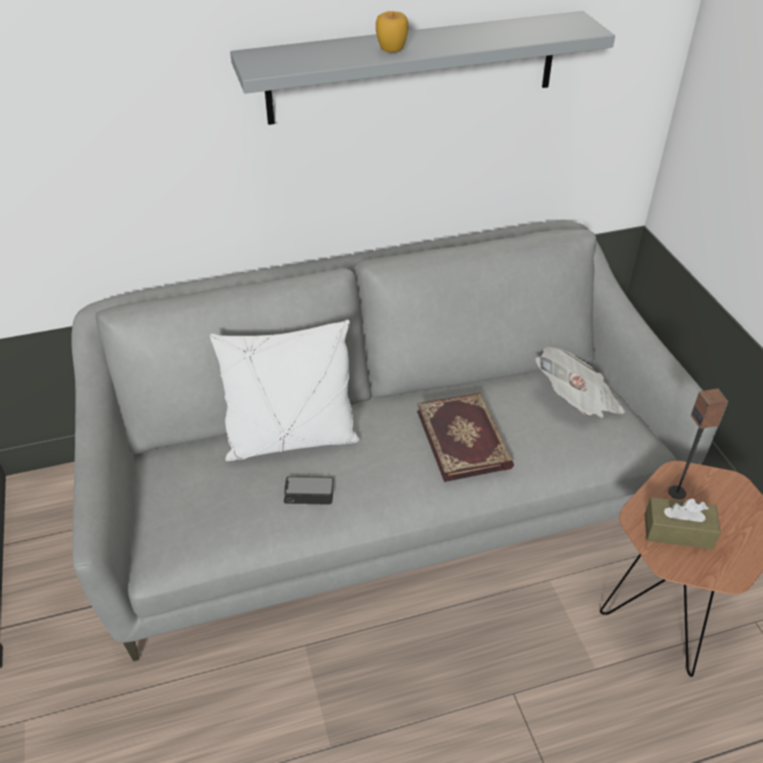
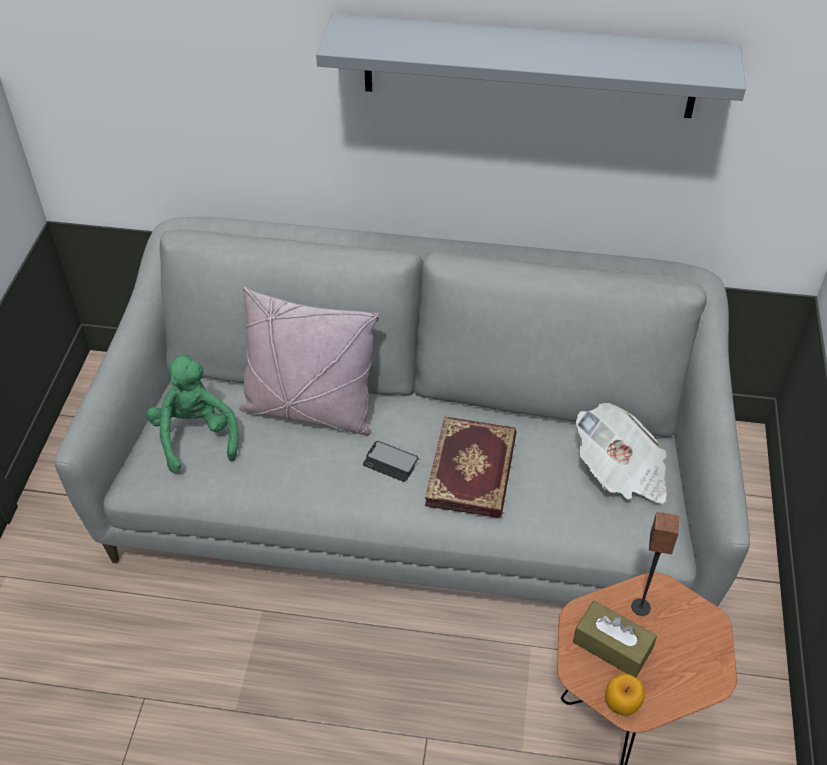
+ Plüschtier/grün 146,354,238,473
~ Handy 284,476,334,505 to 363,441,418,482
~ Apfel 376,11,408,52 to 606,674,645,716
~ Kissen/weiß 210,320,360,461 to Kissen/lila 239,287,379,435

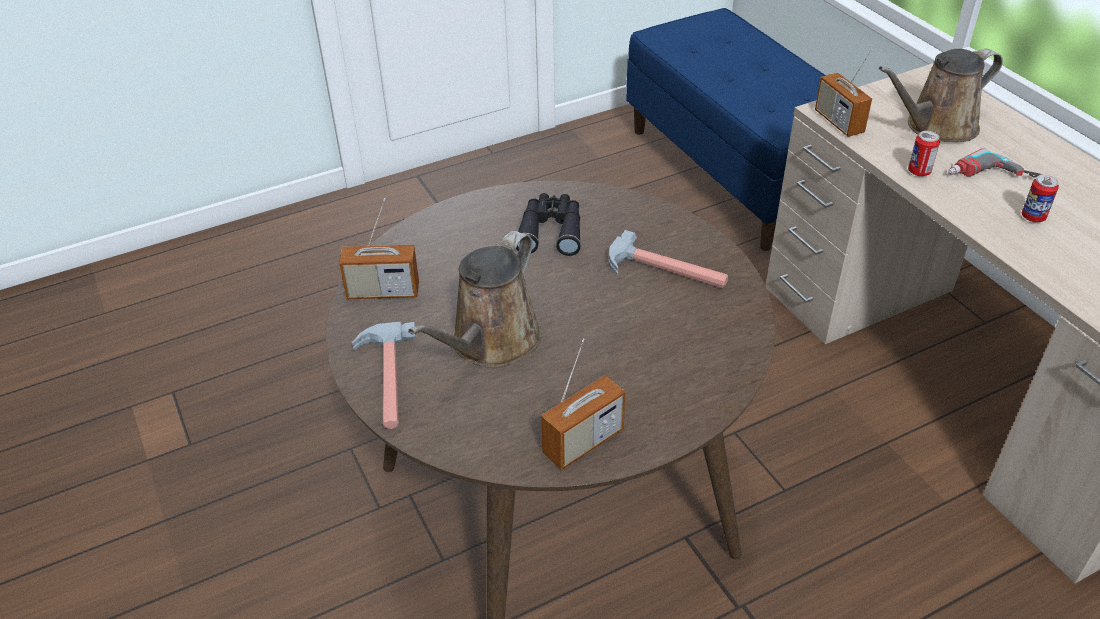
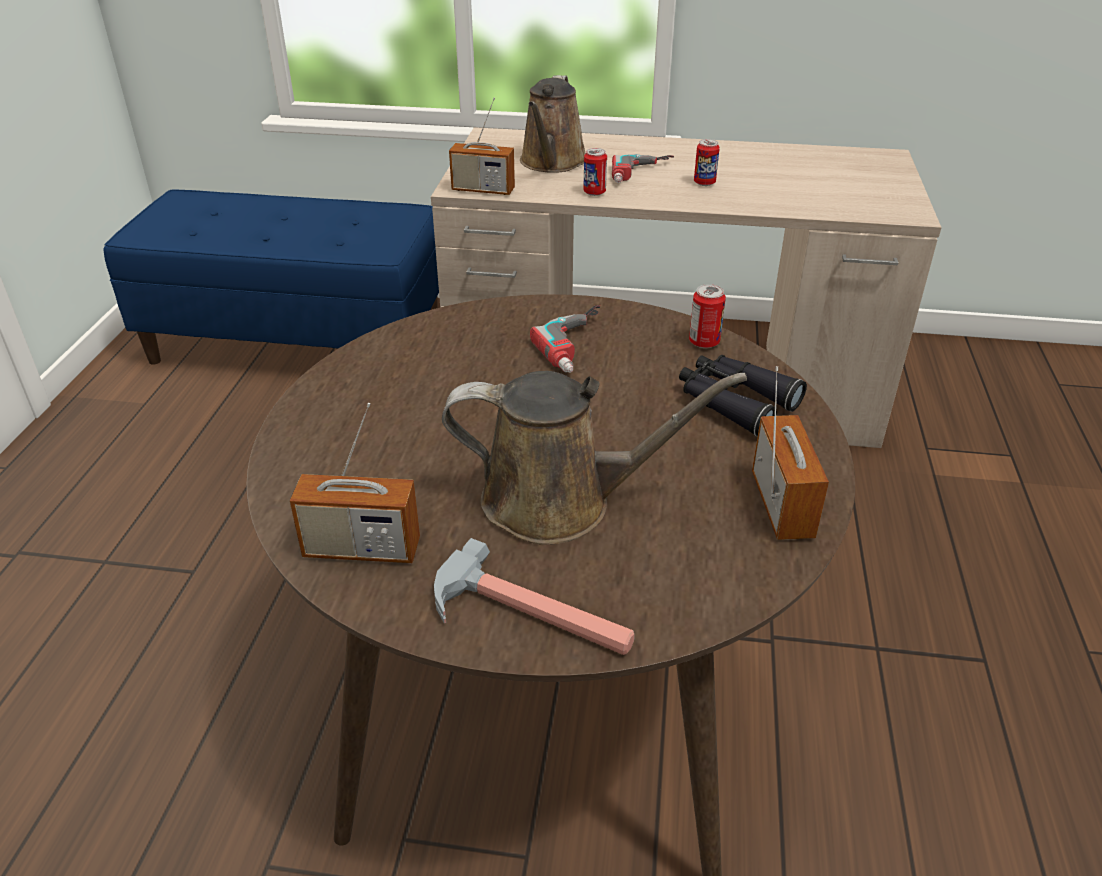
+ Dose 689,284,726,348
~ Fernglas/schwarz 516,193,581,256 to 679,355,807,437
~ Hammer 609,230,728,288 to Bohrmaschine 530,305,600,373
~ Radio 339,198,419,299 = 290,403,420,563 60 degrees clockwise
~ Gießkanne/braun 408,231,542,368 = 442,371,747,545 60 degrees counterclockwise

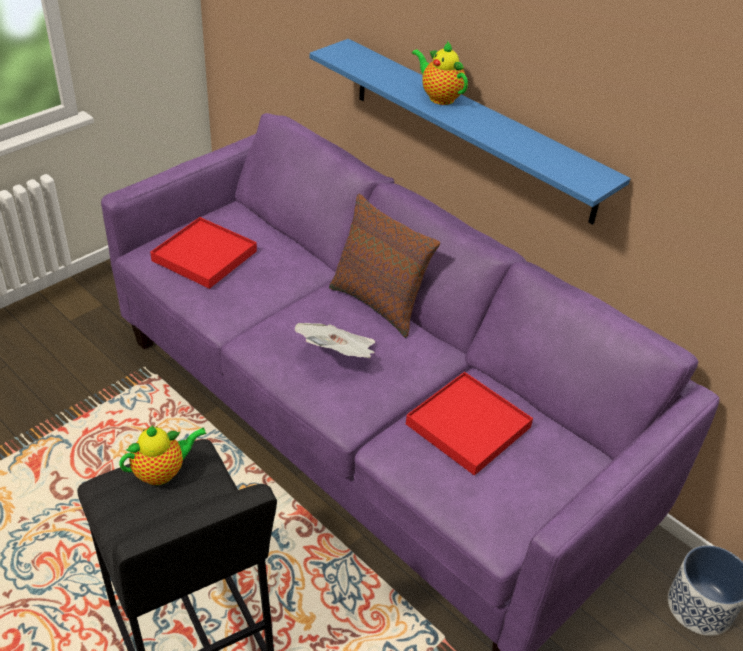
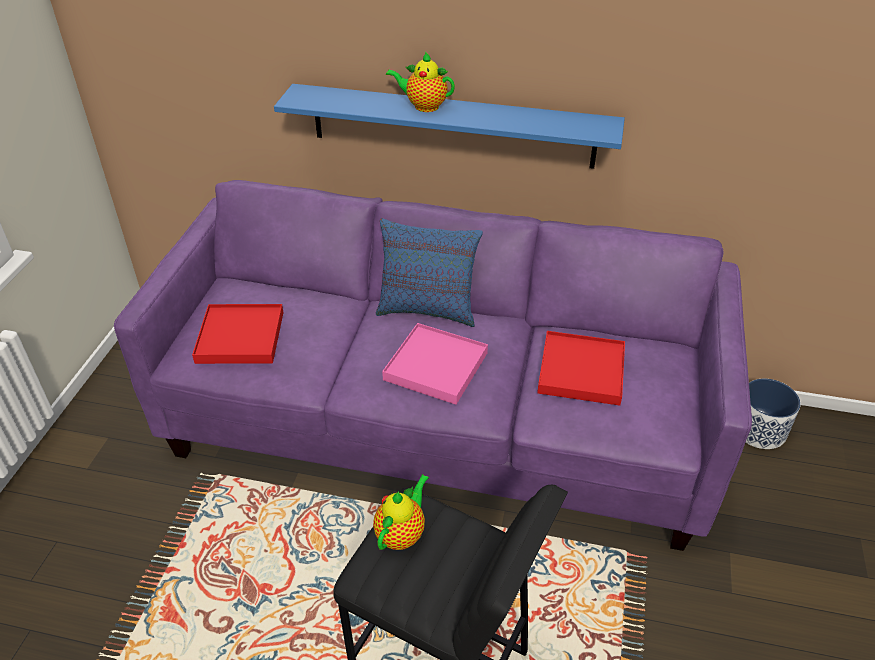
~ Zeitung 295,323,375,358 to Tablett/rosa 382,323,488,405
~ Kissen/braun 329,194,440,338 to Kissen/blau 376,218,483,327

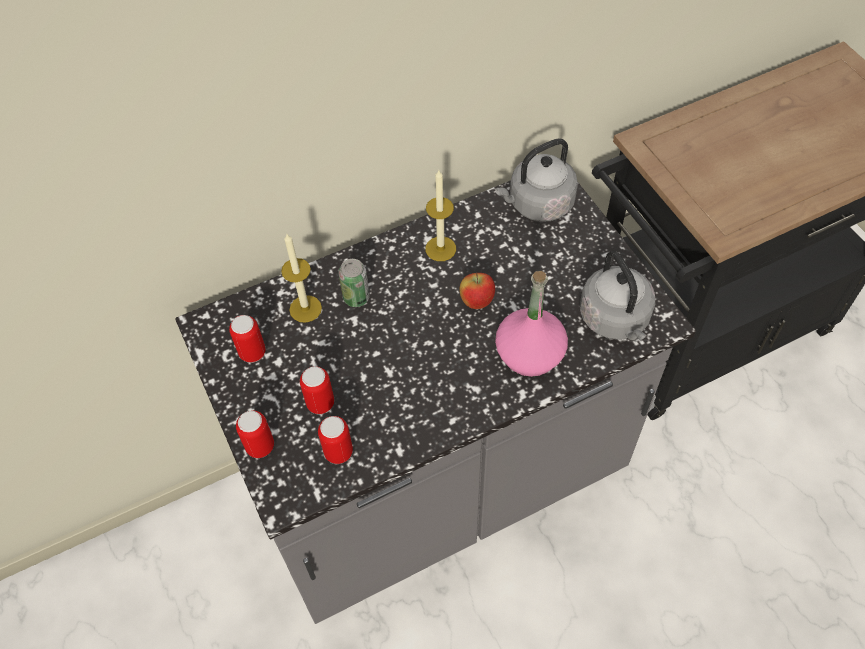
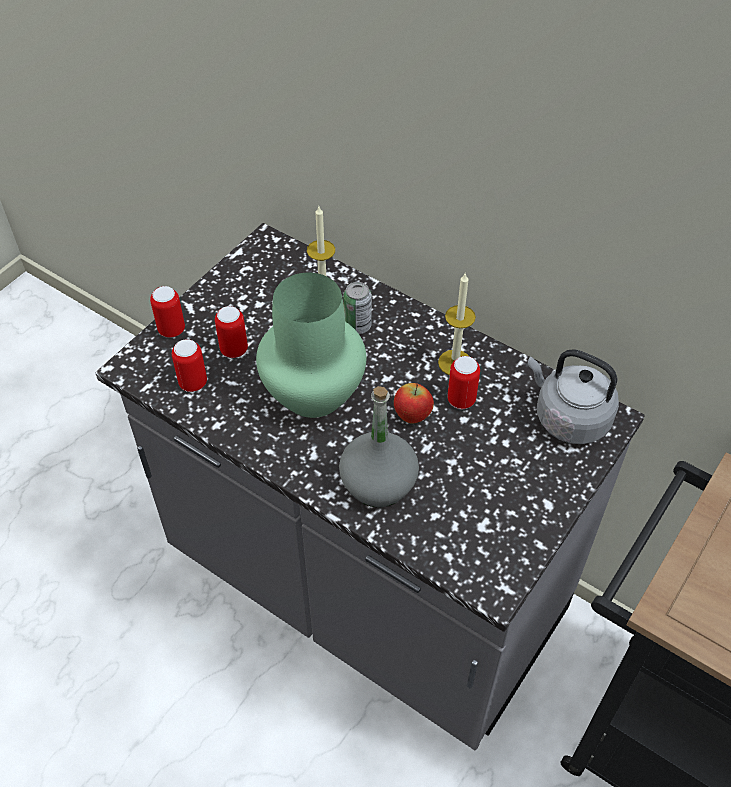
- Wasserkessel/grau 580,251,655,340
+ Vase/grün 256,273,366,418
~ Dose 229,315,266,363 to 447,356,480,409
~ Flasche/rosa 495,271,568,377 to Flasche/grau 339,386,419,508

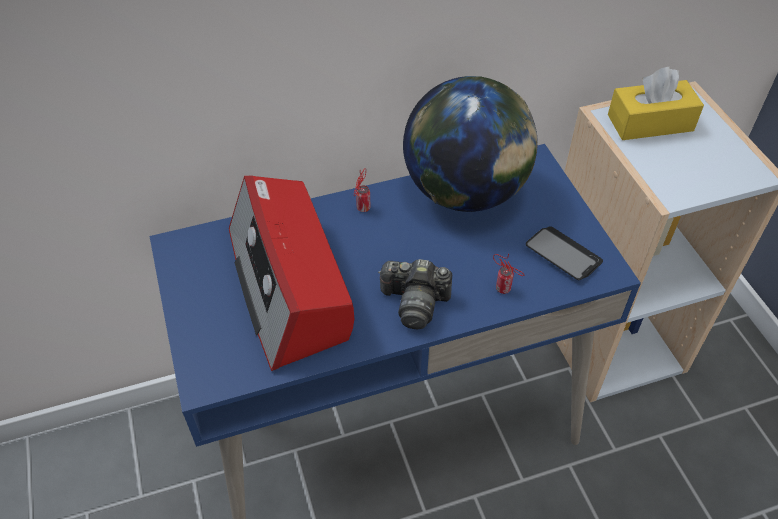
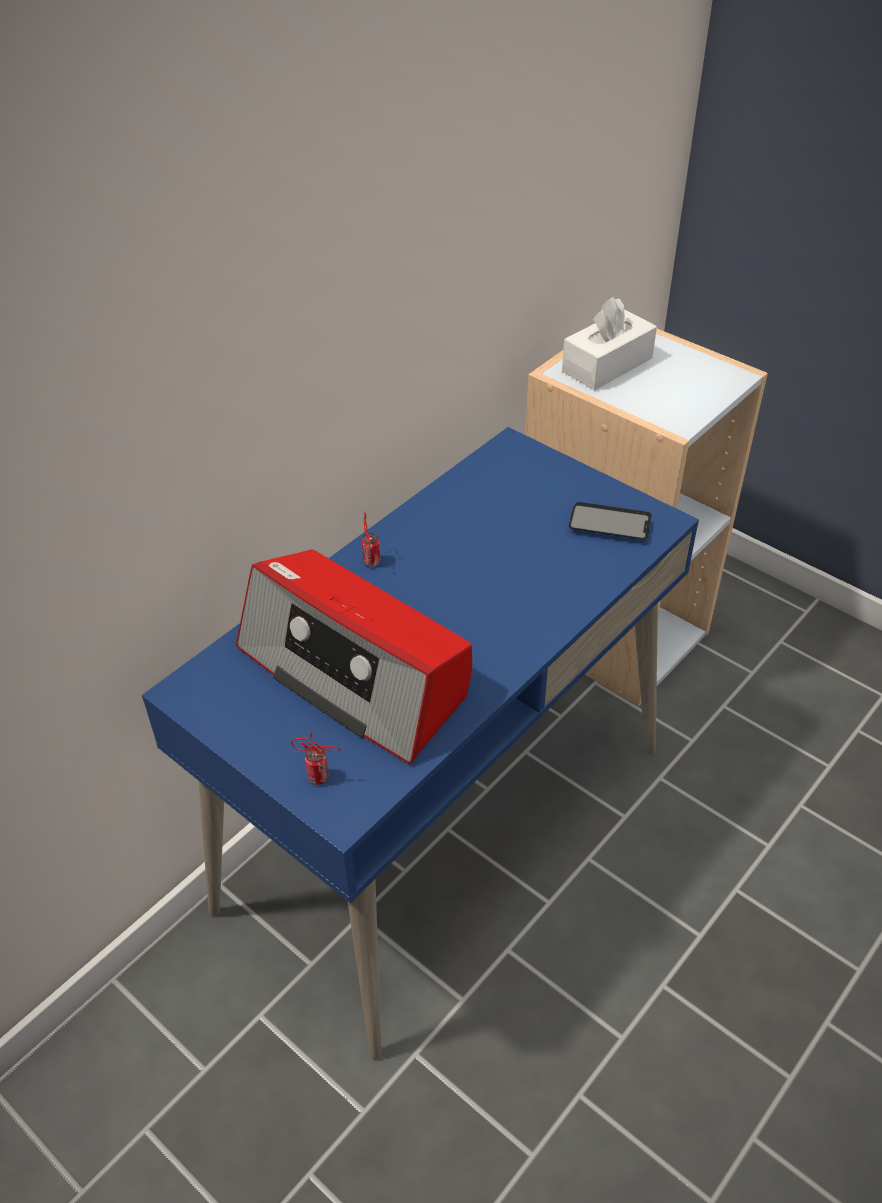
- Kamera 378,259,452,329
- Globus 403,76,538,212
~ Dose 493,254,524,294 to 291,732,340,785
~ Taschentuchbox/gelb 608,67,704,140 to Taschentuchbox/weiß 562,297,657,390

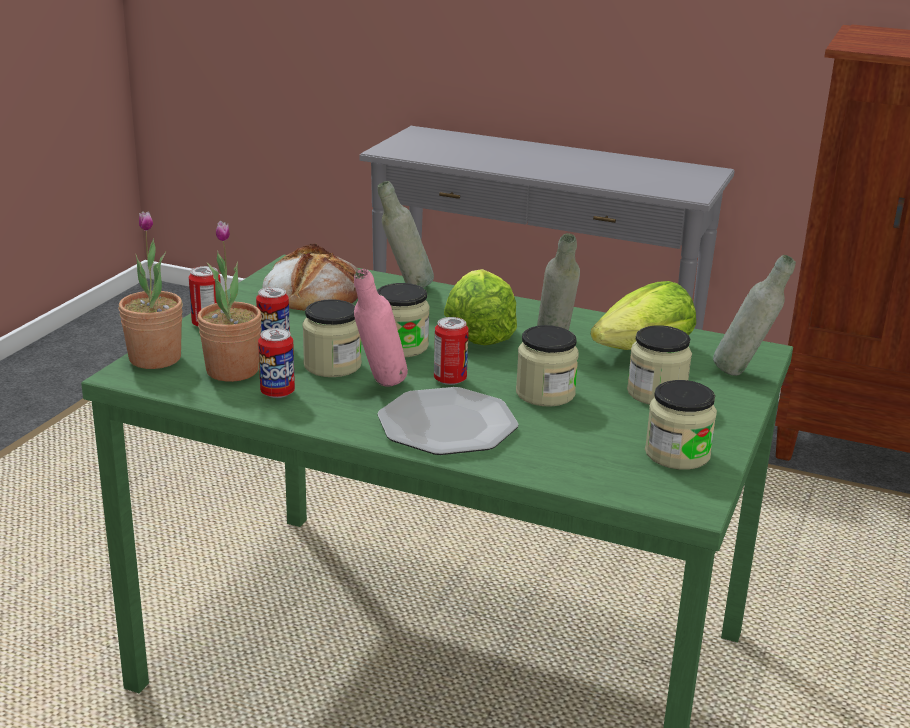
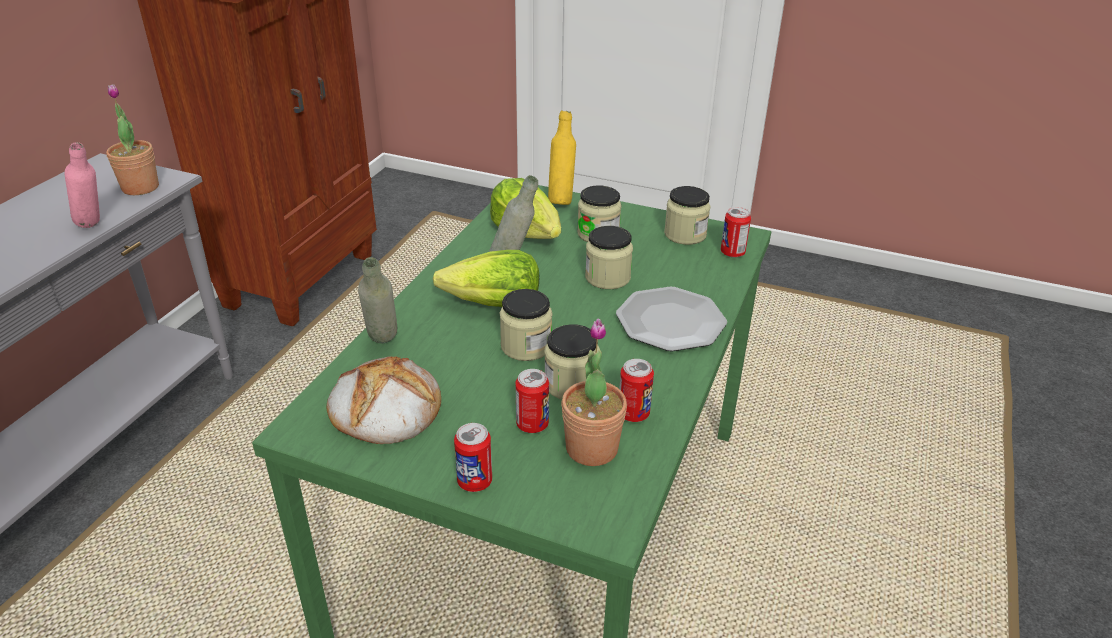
~ Topfpflanze 119,211,183,369 to 106,85,159,195
~ Flasche/rosa 354,269,408,387 to 65,142,100,228
~ Dose 434,317,469,385 to 721,207,751,258
~ Flasche/grau 713,255,796,376 to Flasche/gelb 548,110,576,205

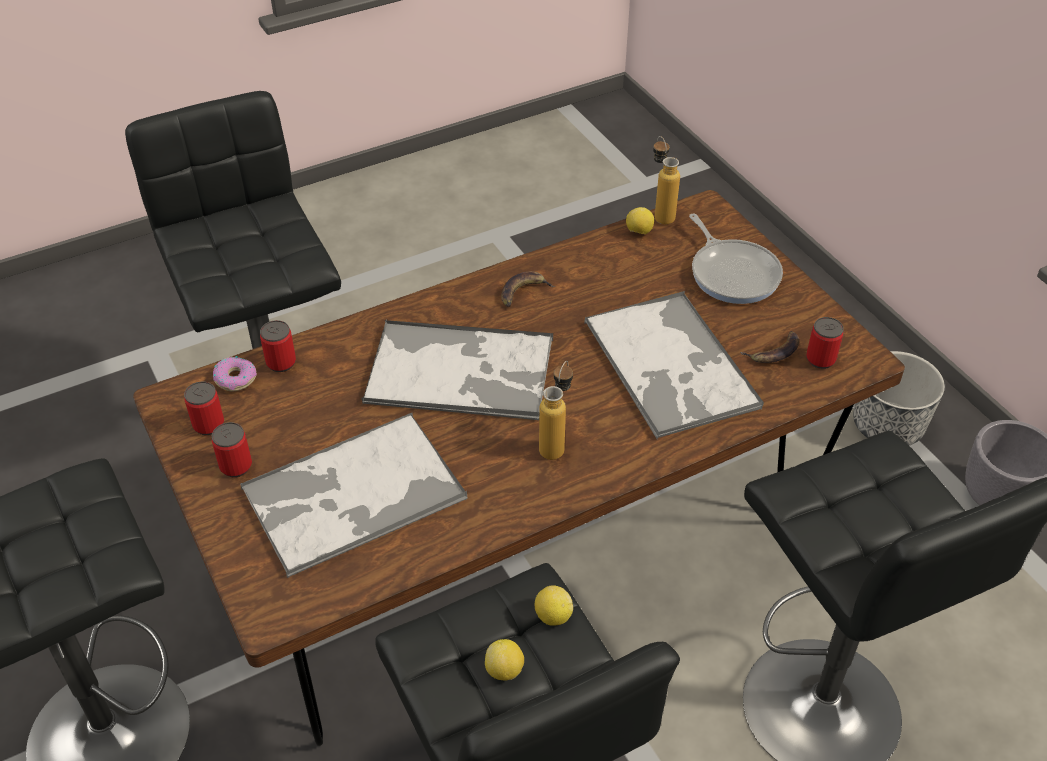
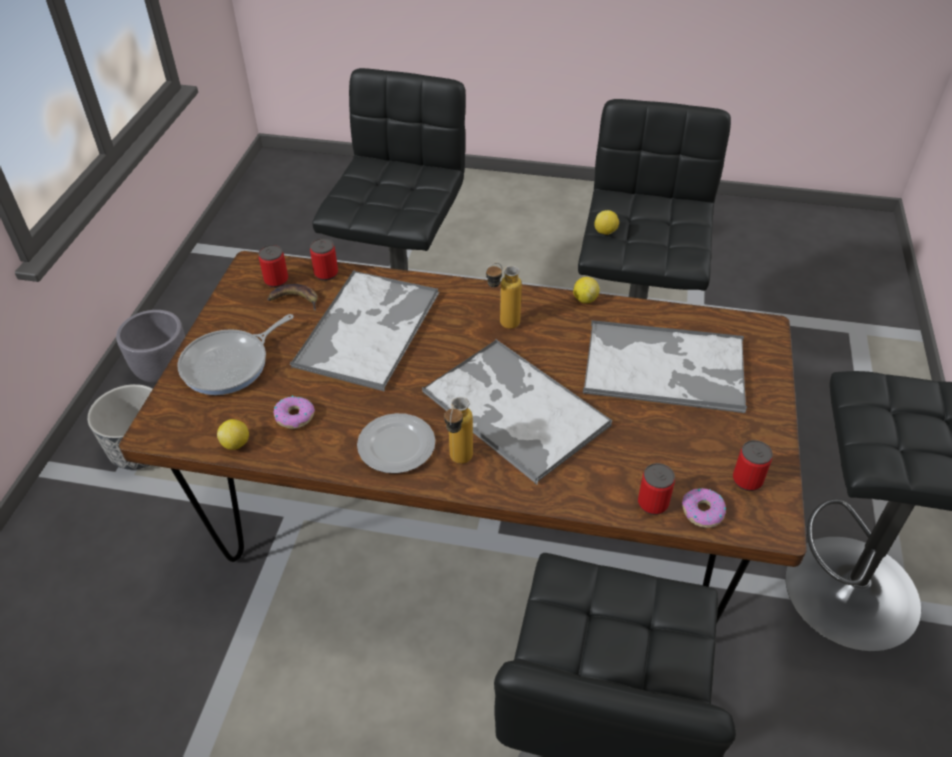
+ Donut 273,396,315,429
~ Dose 212,422,252,477 to 310,238,338,281
~ Zitrone 485,639,524,680 to 573,277,599,303
~ Flasche 653,136,680,225 to 444,397,473,464
~ Banane 501,271,555,307 to Teller 357,413,435,473
~ Pfanne 689,214,783,304 = 177,314,294,395 150 degrees counterclockwise

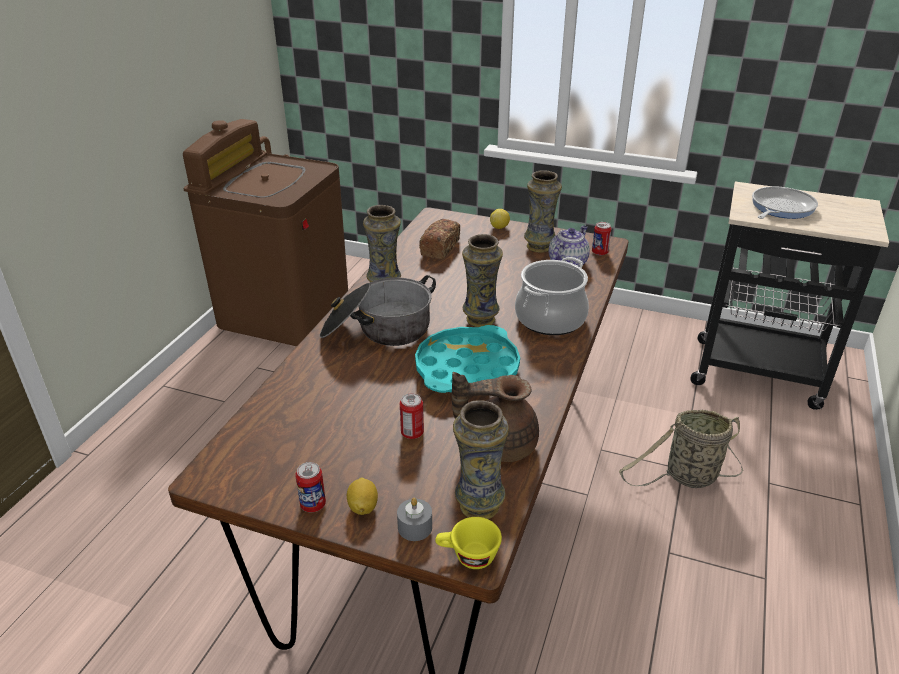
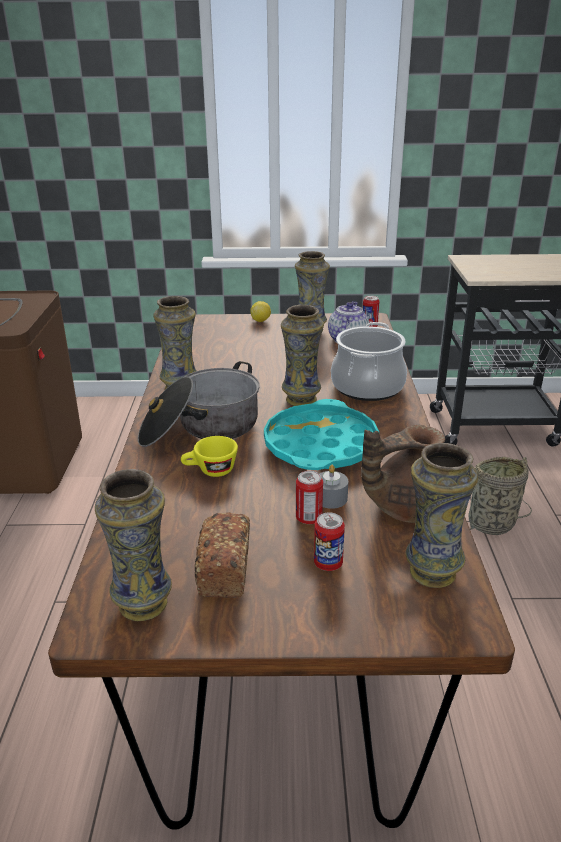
- Zitrone 347,477,378,515
- Pfanne 752,186,818,219
+ Vase 95,469,172,621
~ Dose 295,462,326,512 to 314,512,345,571
~ Kerze/grau 397,498,432,541 to 319,465,348,509
~ Brot 419,219,460,260 to 195,513,250,598
~ Tasse/gelb 435,517,502,569 to 181,436,238,477

